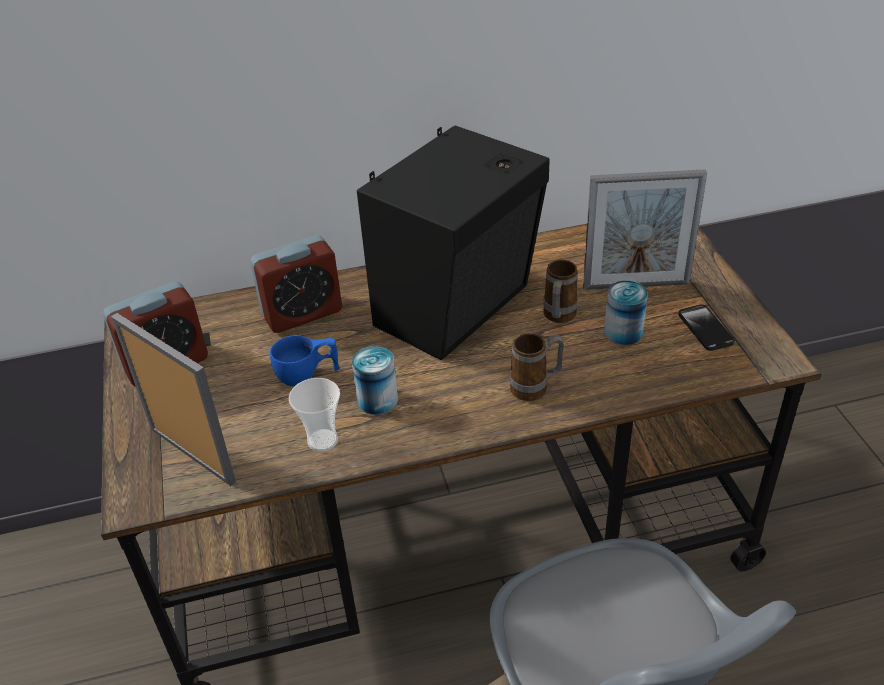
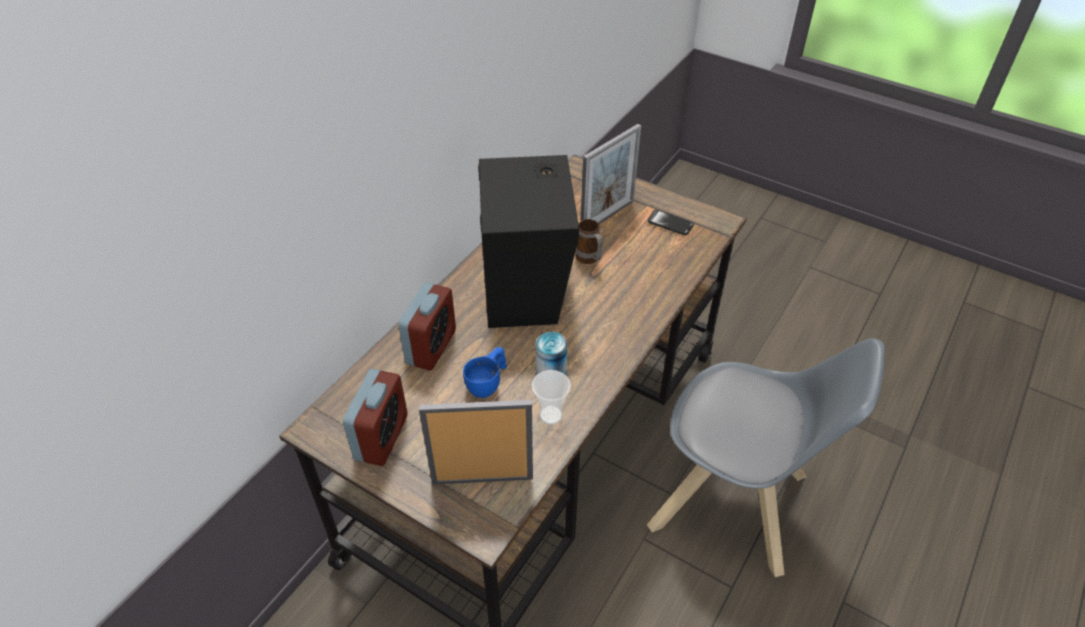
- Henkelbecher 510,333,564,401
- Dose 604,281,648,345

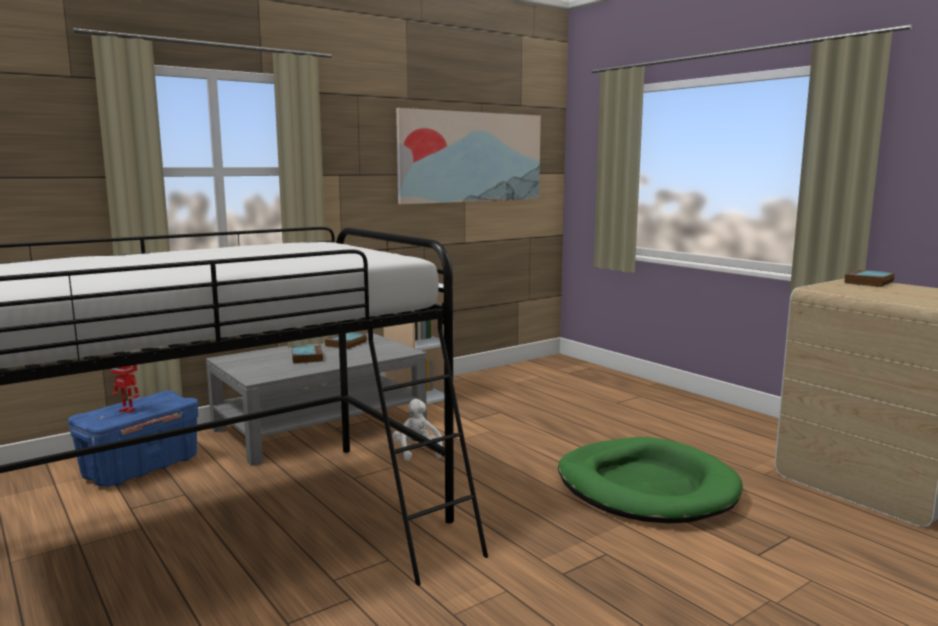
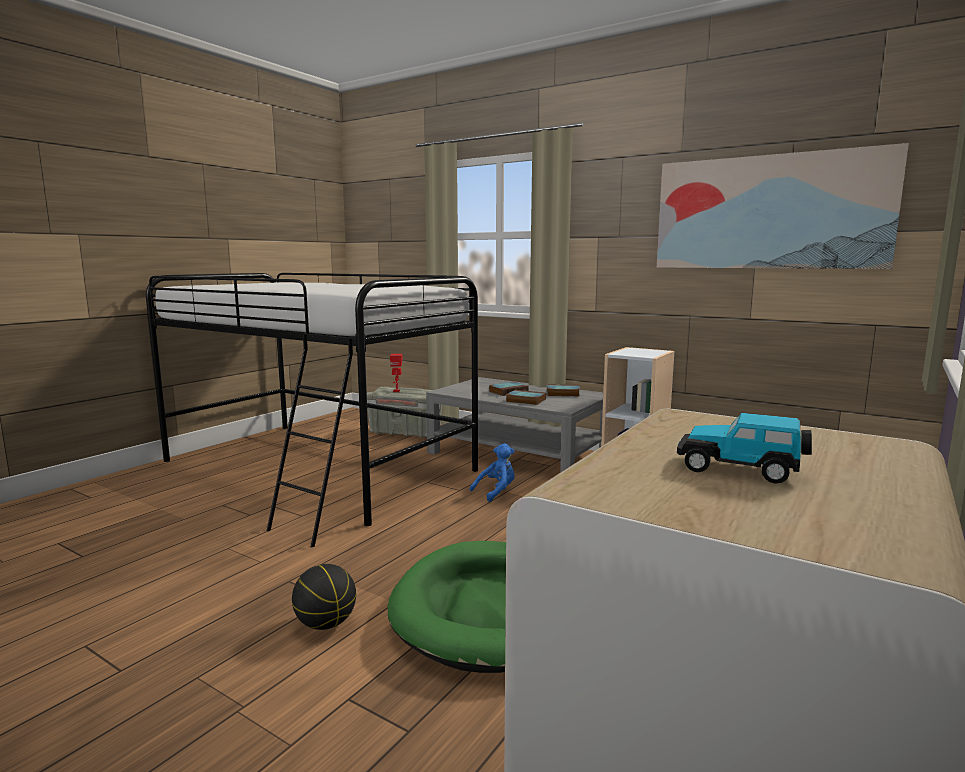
+ Basketball 292,564,356,630
+ Spielzeugauto 677,413,812,483
~ Buch 845,270,894,287 to 506,390,546,405
~ Aufbewahrungsbox/blau 68,391,199,487 to Aufbewahrungsbox/grau 367,387,442,438
~ Plüschtier/weiß 393,399,443,461 to Plüschtier/blau 470,443,515,502

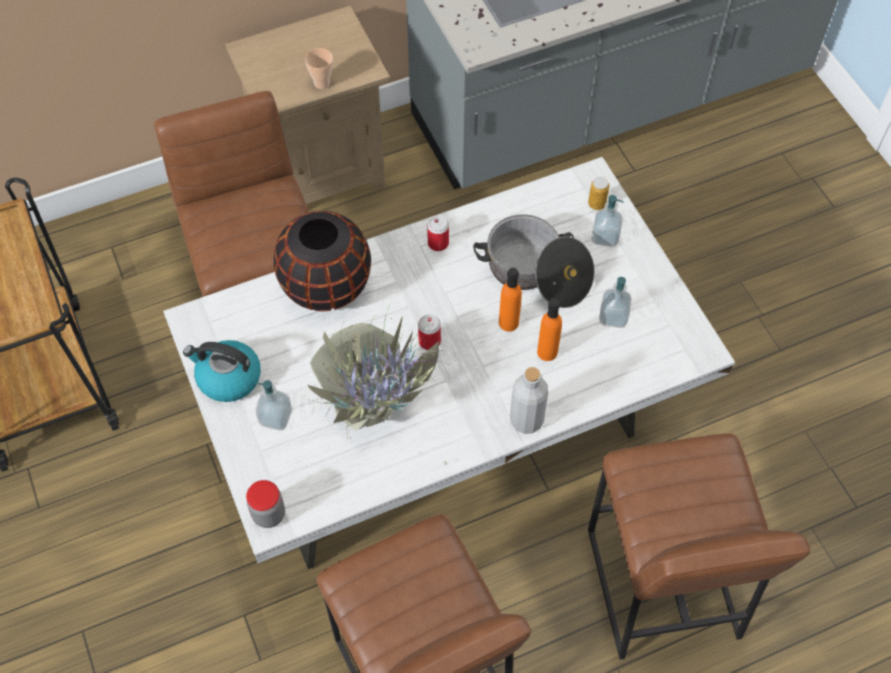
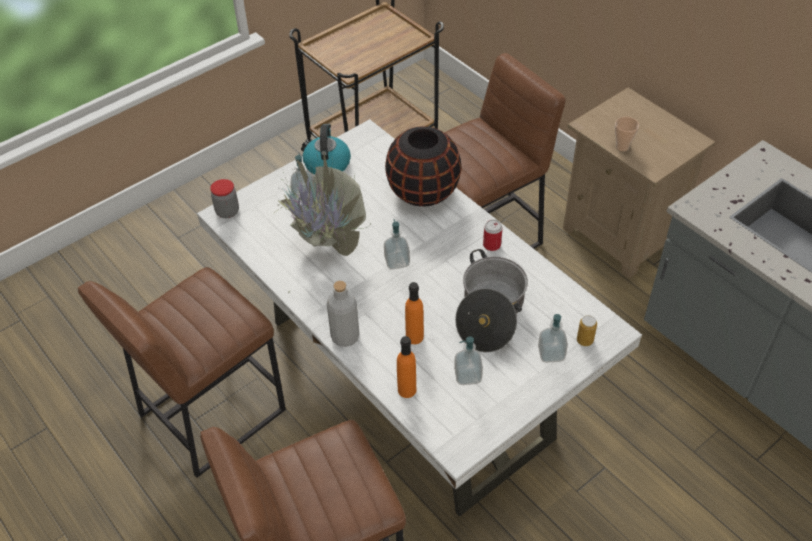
~ Flasche/orange 499,268,522,332 to 397,336,416,398
~ Dose 418,314,441,350 to Seifenspender 384,219,410,270

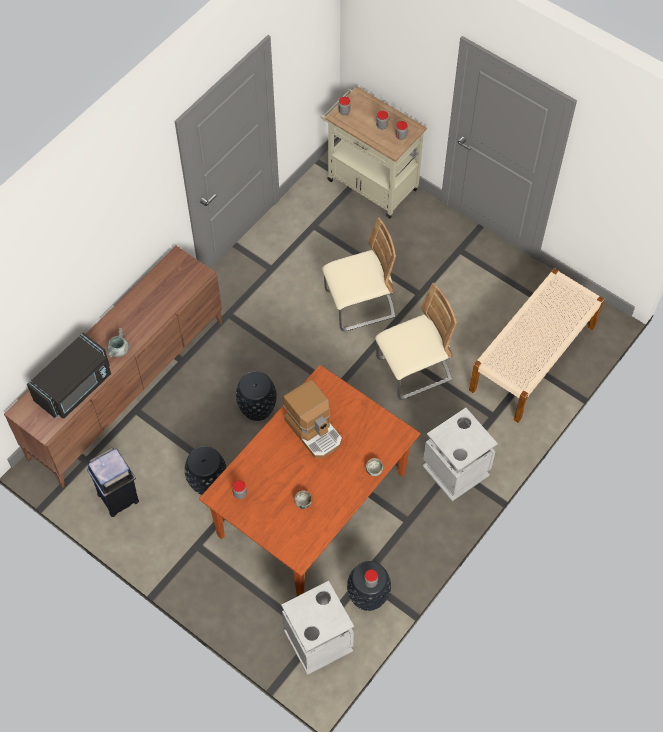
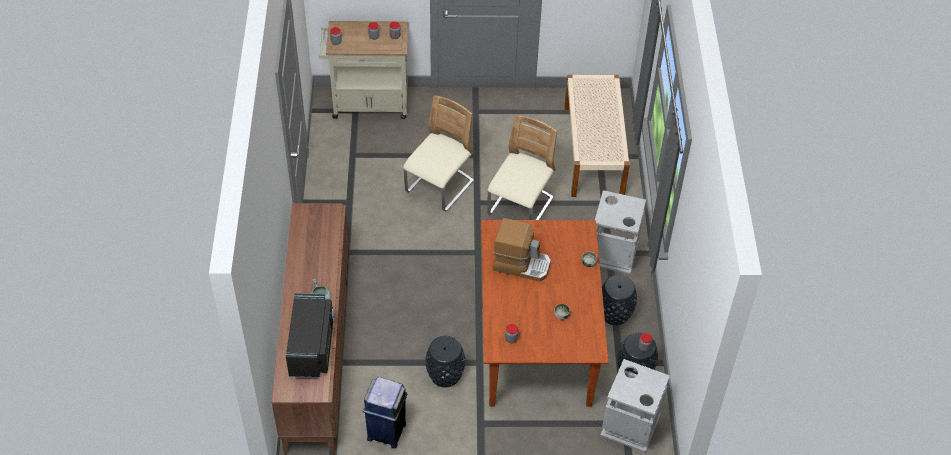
~ Hocker/schwarz 236,371,277,421 to 602,275,637,325

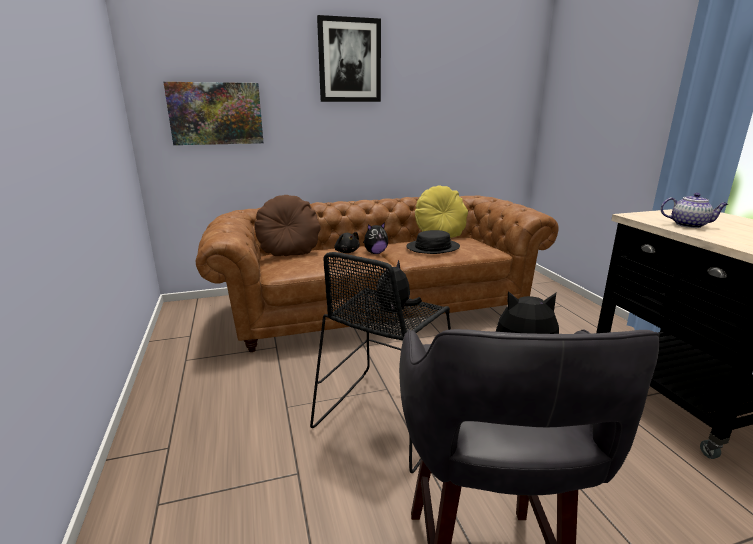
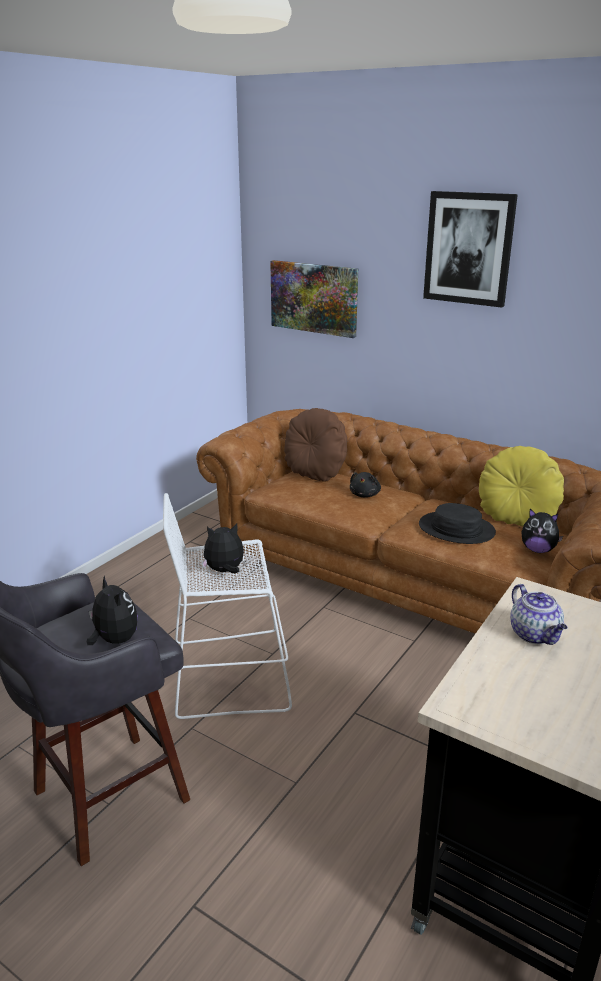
~ Plüschtier 363,222,388,254 to 521,509,563,553
~ Hocker/schwarz 310,252,451,473 to Hocker/weiß 163,493,292,719

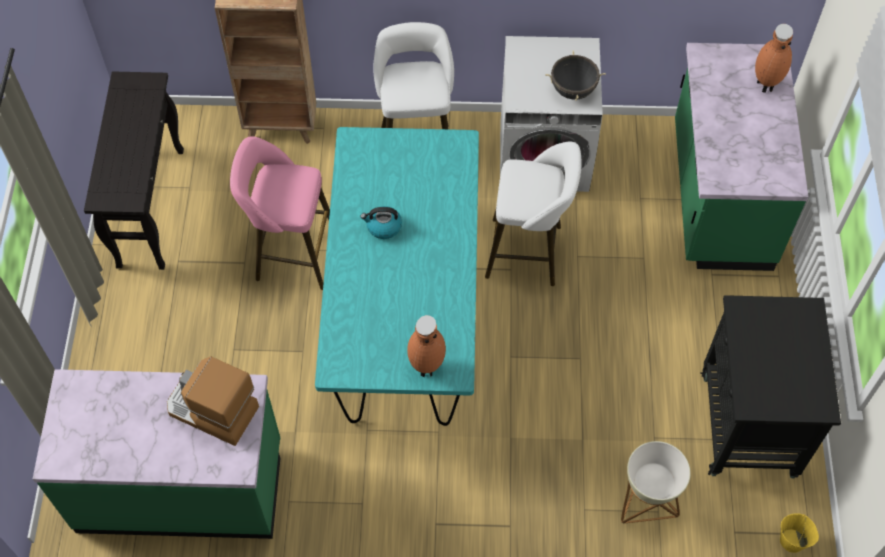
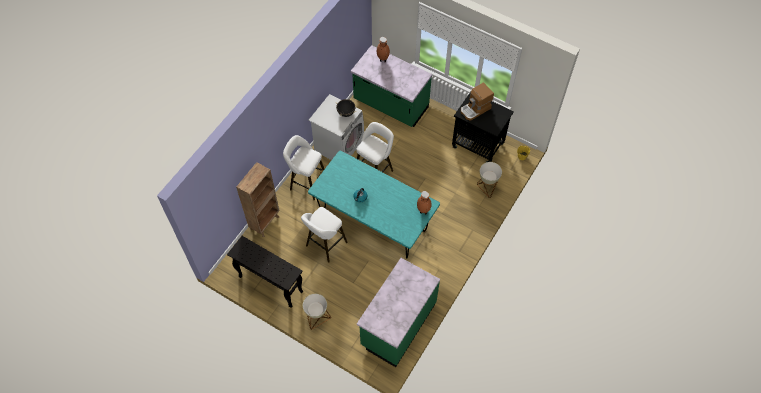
+ Pflanzkübel 303,294,331,330
~ Kaffeemaschine 167,357,259,446 to 461,83,494,121
~ Hocker/rosa 230,136,330,290 to Hocker/weiß 301,207,348,263

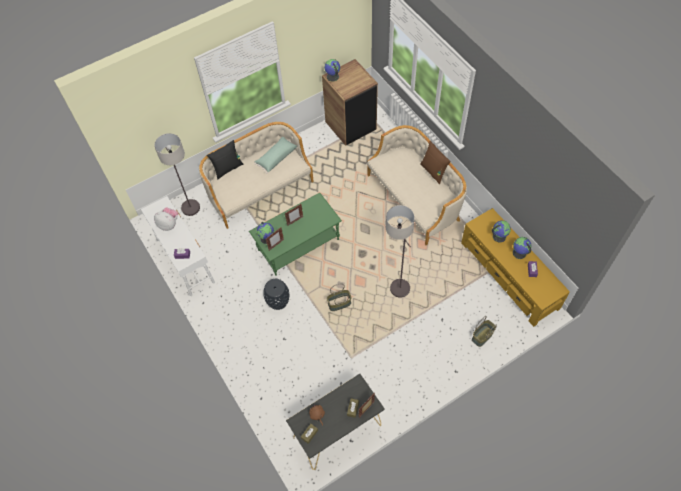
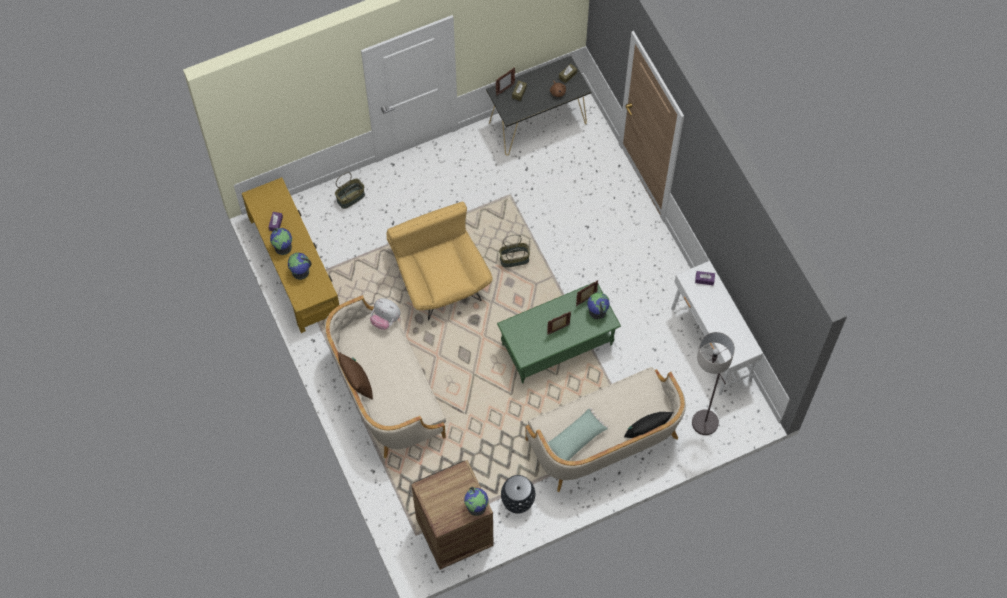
~ Plüschtier 154,208,178,231 to 370,298,400,330
~ Hocker/schwarz 263,279,289,310 to 501,475,535,514
~ Stehlampe/grau 386,205,415,298 to Sessel/gelb 386,202,493,321

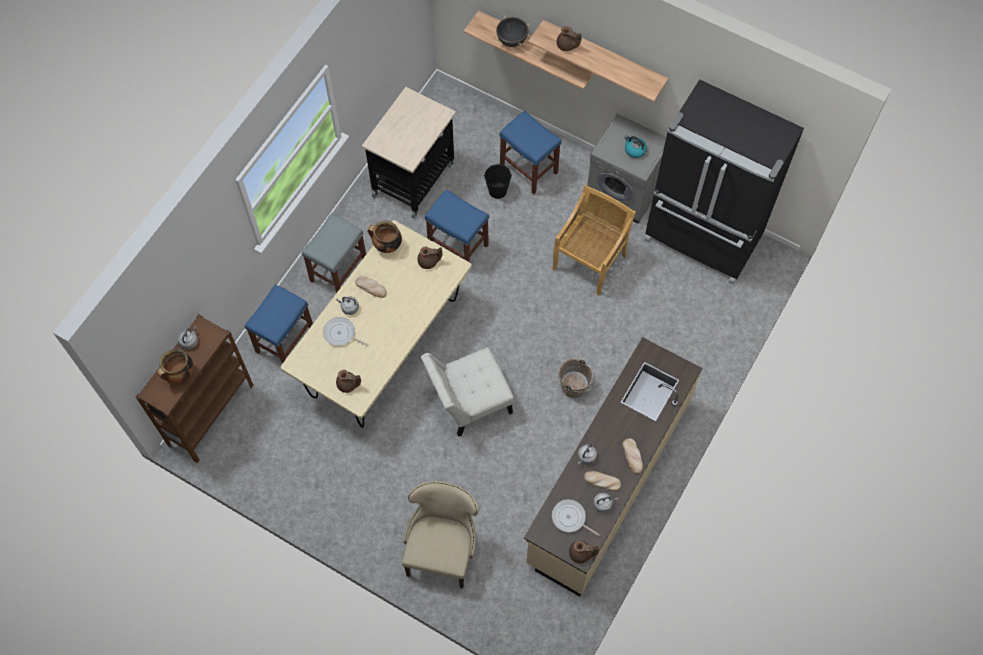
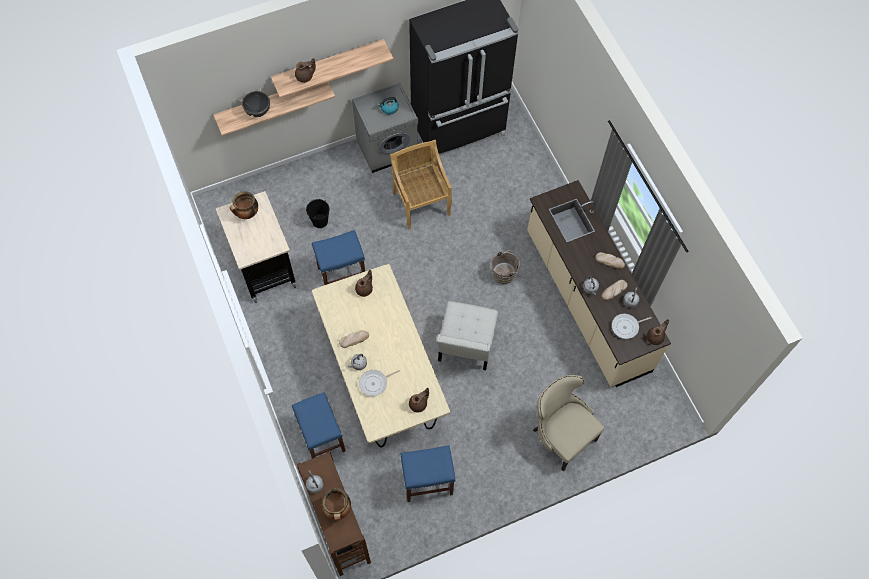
- Hocker/grau 302,213,366,293
~ Kochtopf 368,220,402,253 to 230,191,258,219
~ Hocker/blau 500,111,561,195 to 401,445,455,502

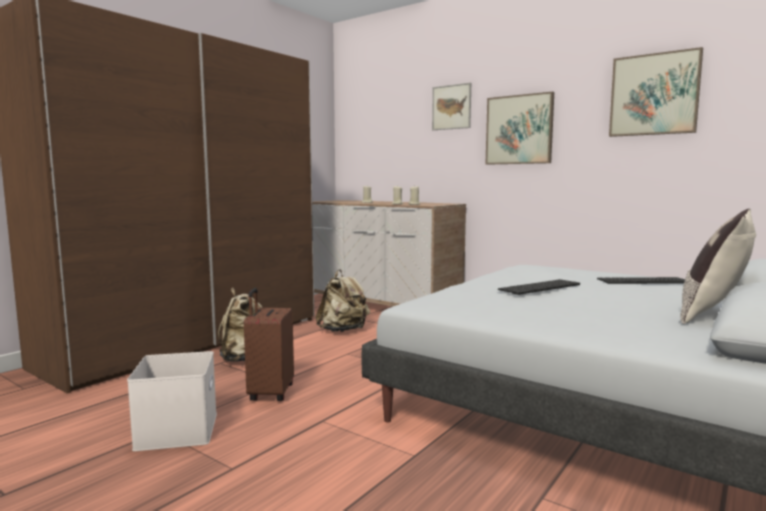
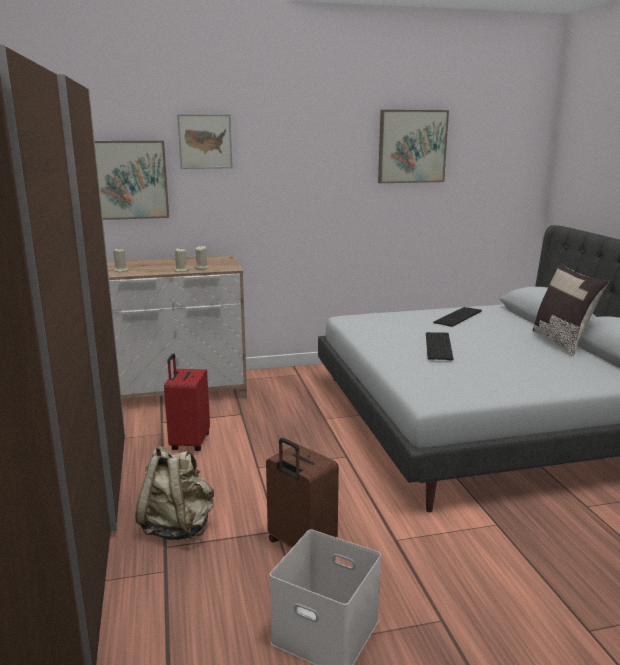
~ Bild 485,91,554,165 to 95,141,169,220
~ Rucksack/beige 316,269,370,332 to Koffer/rot 164,353,210,451

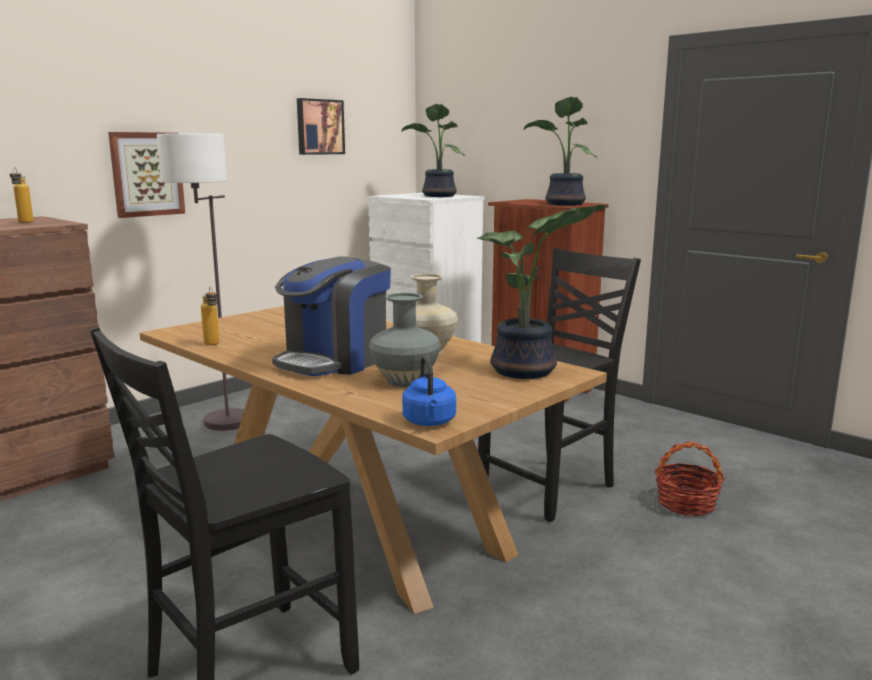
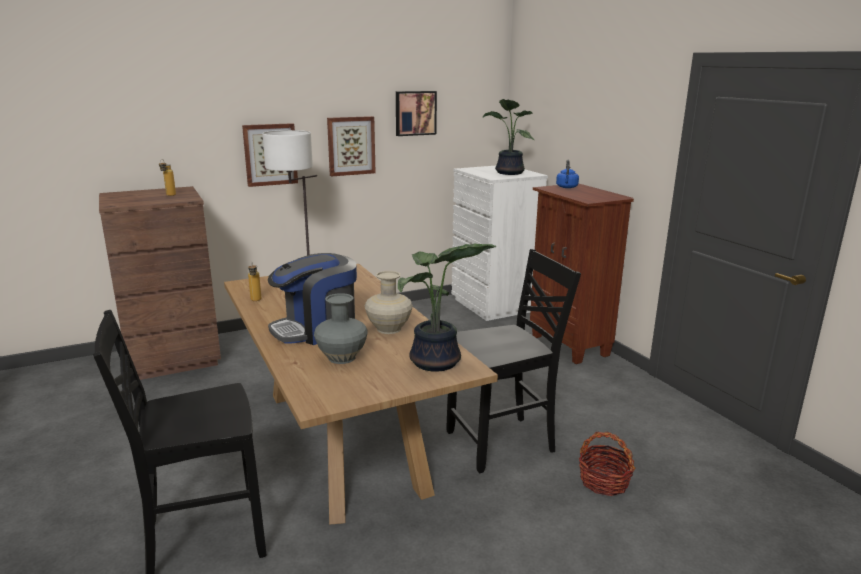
- Topfpflanze 524,97,597,206
+ Bild 327,116,376,176
~ Wasserkessel/blau 402,355,456,426 to 556,160,579,188

